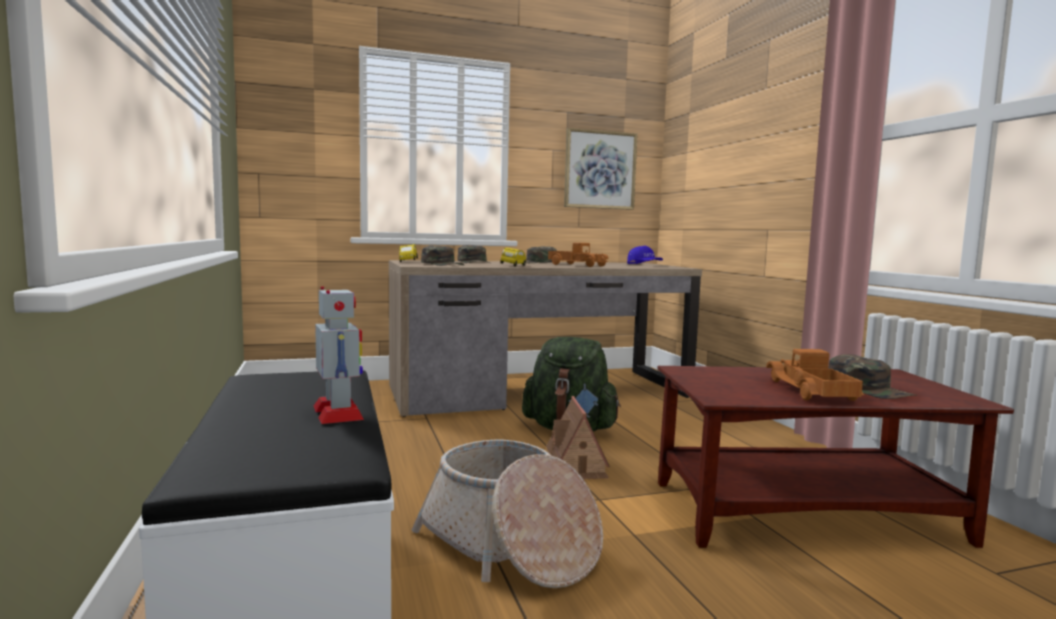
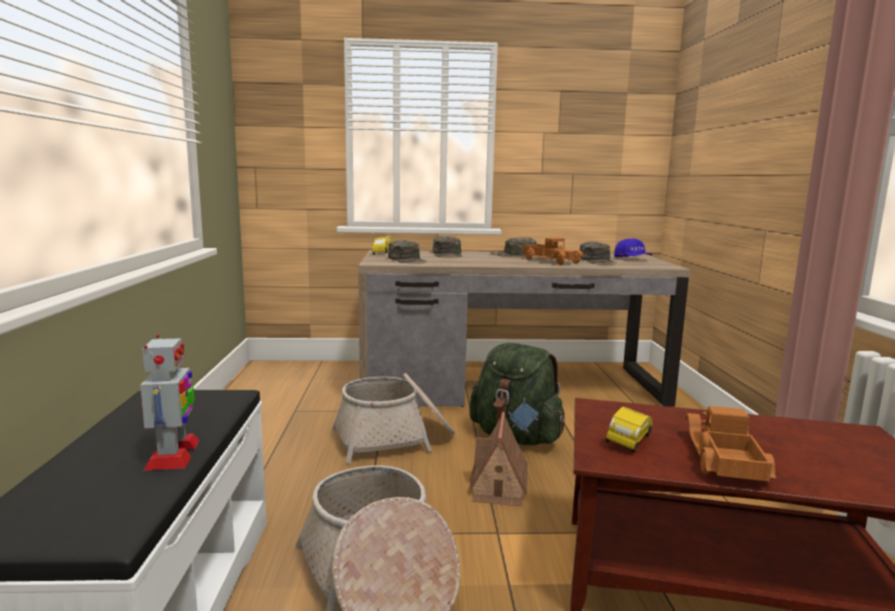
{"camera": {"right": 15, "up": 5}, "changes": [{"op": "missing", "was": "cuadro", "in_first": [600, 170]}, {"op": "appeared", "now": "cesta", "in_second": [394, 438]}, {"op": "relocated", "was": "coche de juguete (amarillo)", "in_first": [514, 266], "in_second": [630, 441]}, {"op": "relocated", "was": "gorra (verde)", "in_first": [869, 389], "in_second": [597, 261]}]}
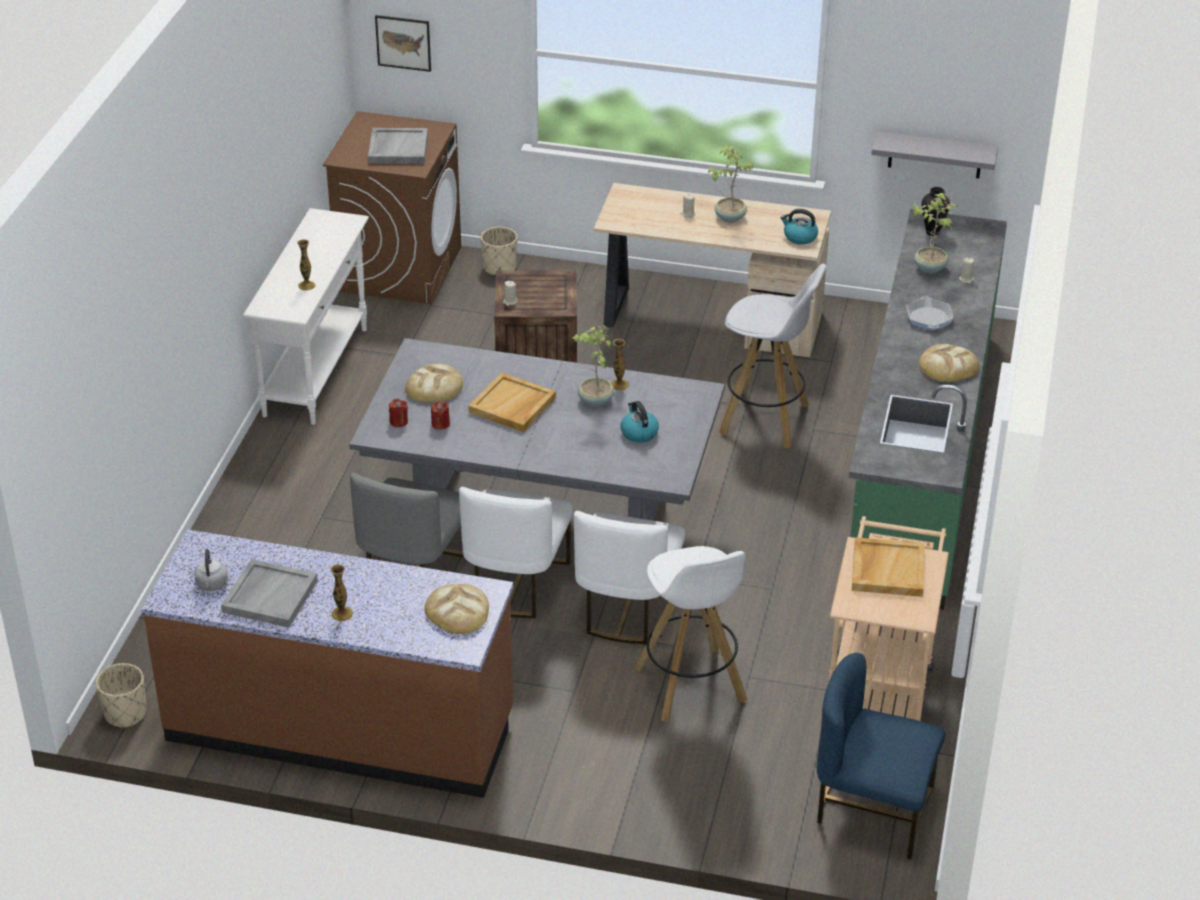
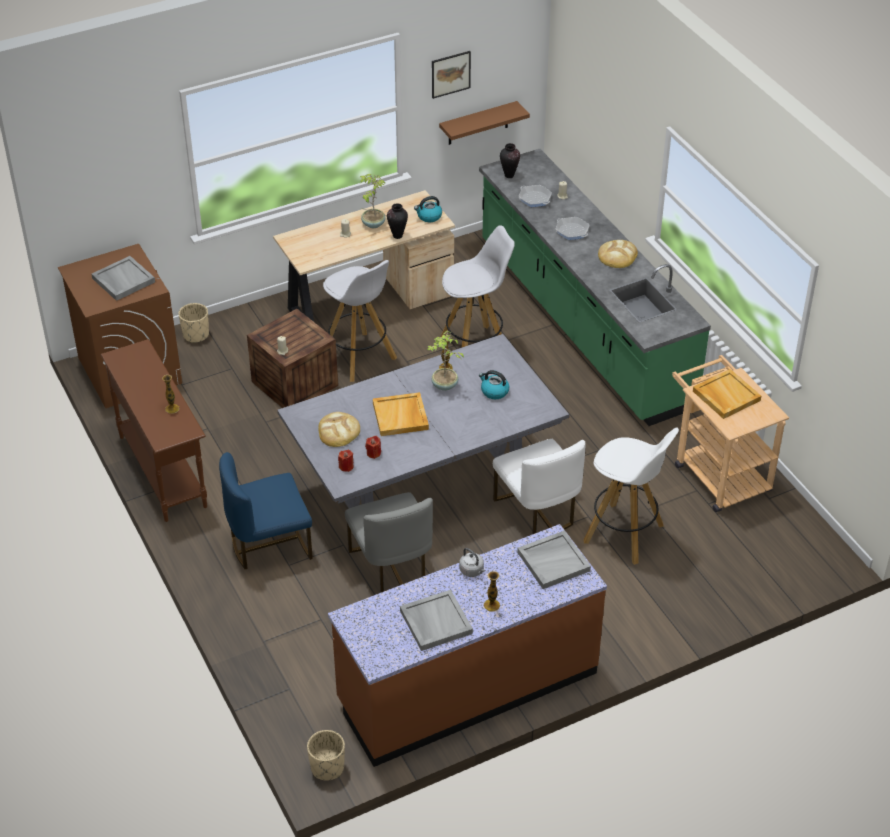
{"camera": {"right": -40, "up": 5}, "changes": [{"op": "missing", "was": "silla (blanco)", "in_first": [516, 584]}, {"op": "appeared", "now": "taburete (blanco)", "in_second": [359, 358]}, {"op": "appeared", "now": "florero", "in_second": [397, 236]}, {"op": "relocated", "was": "hervidor (gris)", "in_first": [212, 585], "in_second": [472, 571]}, {"op": "relocated", "was": "cuadro", "in_first": [403, 42], "in_second": [450, 74]}, {"op": "relocated", "was": "silla (azul)", "in_first": [873, 810], "in_second": [269, 544]}, {"op": "exchanged", "was": "pan", "now": "bandeja (gris)", "in_first": [458, 611], "in_second": [553, 561]}, {"op": "exchanged", "was": "planta en maceta", "now": "sartén", "in_first": [930, 267], "in_second": [535, 198]}, {"op": "colour", "was": "mesa consola (blanco)", "now": "mesa consola (marrón)", "in_first": [316, 371], "in_second": [163, 471]}, {"op": "colour", "was": "estante (gris)", "now": "estante (marrón)", "in_first": [935, 155], "in_second": [478, 123]}]}
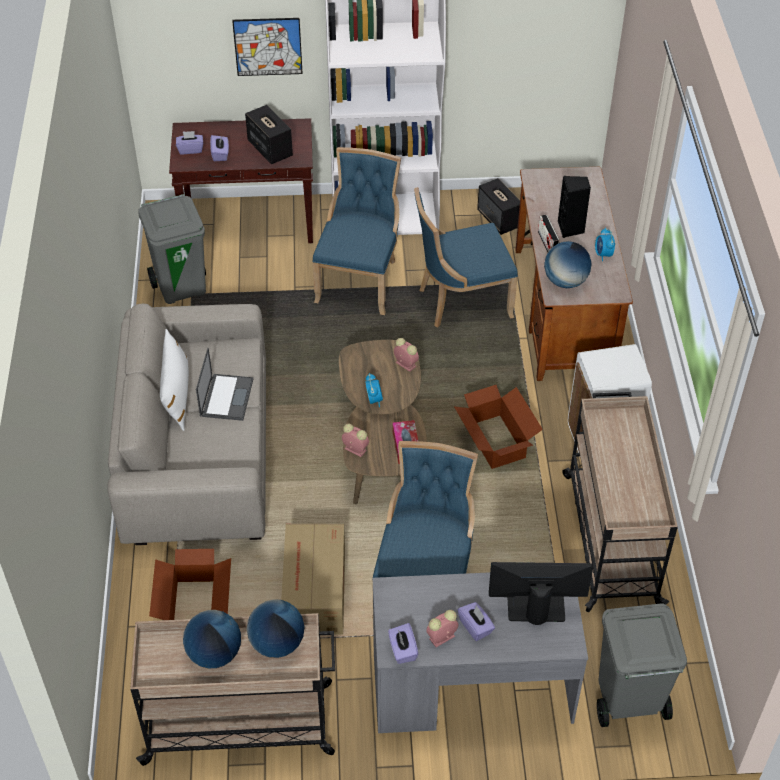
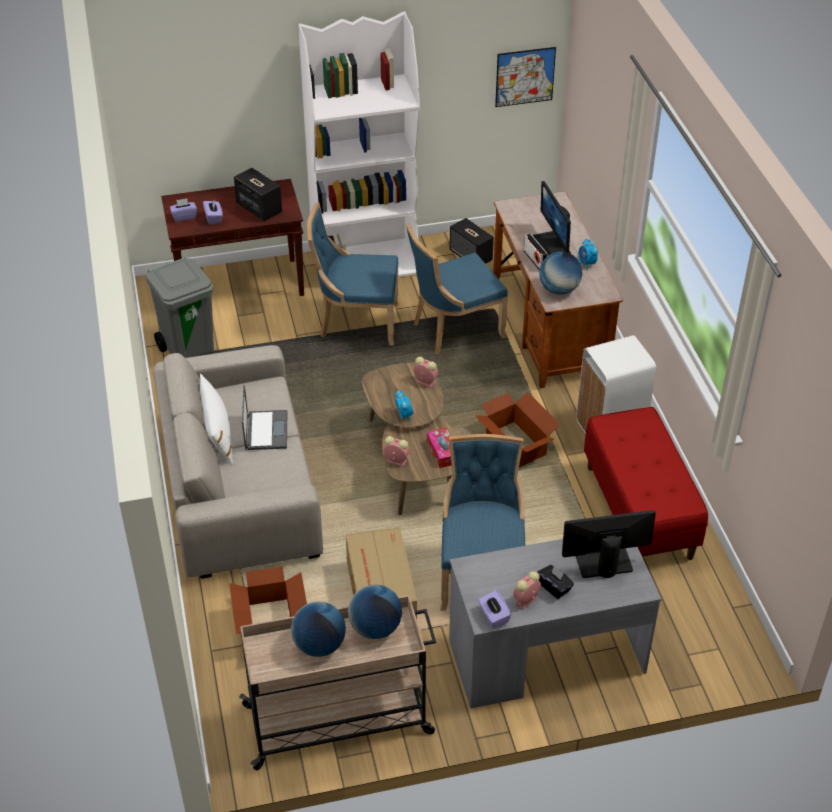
{"camera": {"right": -10, "up": -5}, "changes": [{"op": "missing", "was": "papelera (gris)", "in_first": [627, 701]}, {"op": "relocated", "was": "cuadro", "in_first": [268, 46], "in_second": [525, 76]}, {"op": "exchanged", "was": "altavoz (negro)", "now": "monitor", "in_first": [571, 229], "in_second": [552, 245]}, {"op": "exchanged", "was": "carrito (beis)", "now": "banco (rojo)", "in_first": [610, 537], "in_second": [639, 511]}, {"op": "colour", "was": "caja de pañuelos (morado)", "now": "caja de pañuelos (negro)", "in_first": [475, 627], "in_second": [554, 587]}, {"op": "spun", "was": "silla (azul)", "in_first": [360, 280], "in_second": [356, 322], "clockwise": -90}]}
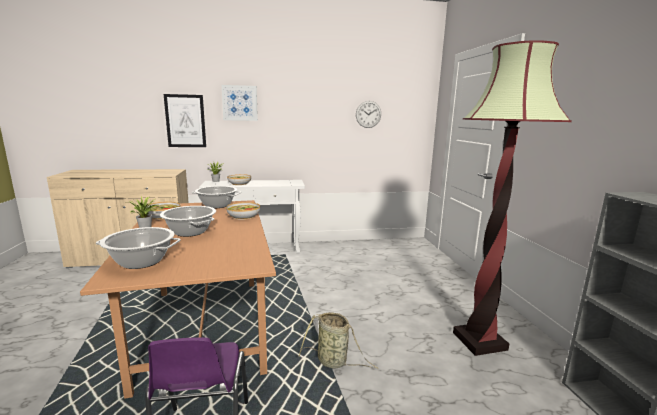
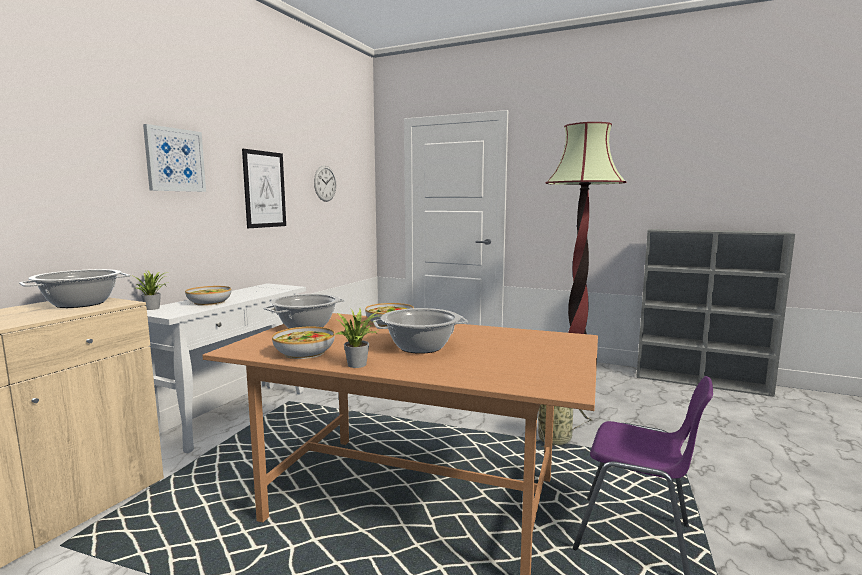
{"camera": {"right": -55, "up": -5}, "changes": [{"op": "relocated", "was": "olla", "in_first": [141, 262], "in_second": [80, 304]}, {"op": "relocated", "was": "cuadro", "in_first": [185, 121], "in_second": [264, 189]}]}
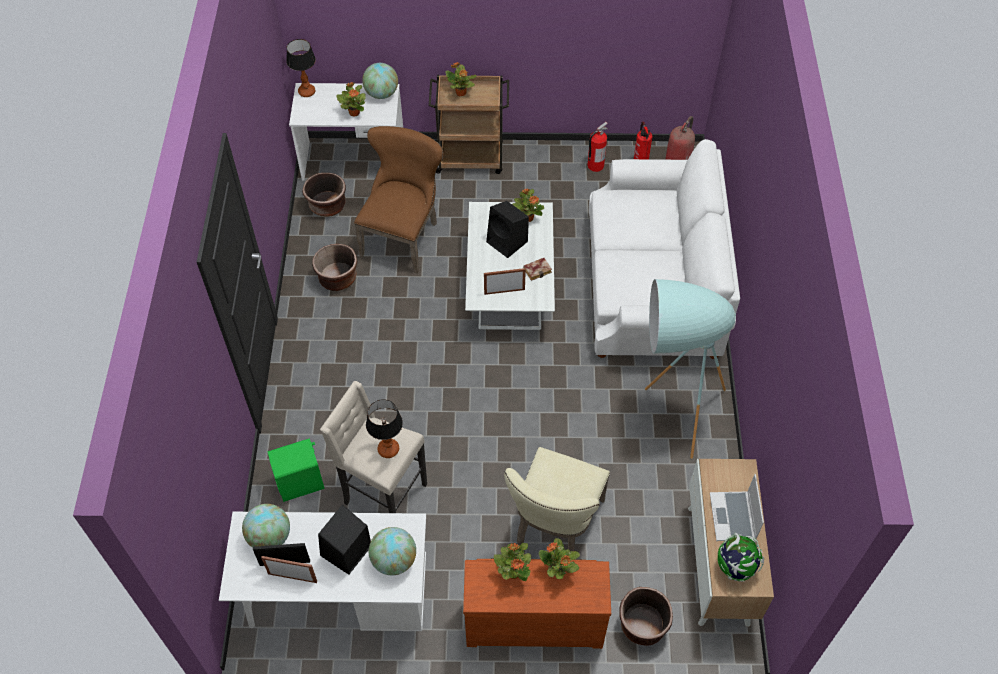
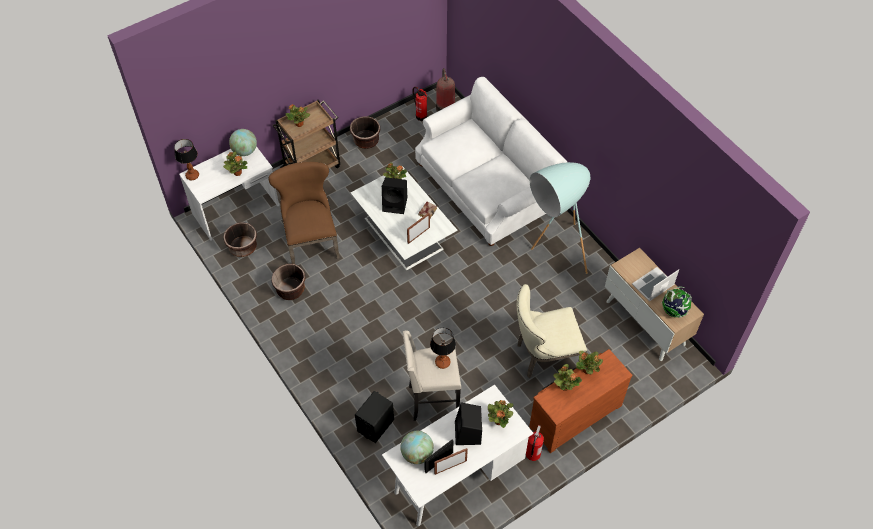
{"camera": {"right": -35, "up": 0}, "changes": [{"op": "relocated", "was": "extintor", "in_first": [595, 165], "in_second": [532, 454]}, {"op": "relocated", "was": "maceta (marrón)", "in_first": [642, 625], "in_second": [366, 140]}, {"op": "exchanged", "was": "globo terráqueo", "now": "planta en maceta", "in_first": [394, 560], "in_second": [499, 420]}, {"op": "colour", "was": "altavoz (verde)", "now": "altavoz (negro)", "in_first": [300, 482], "in_second": [375, 425]}, {"op": "spun", "was": "silla (beis)", "in_first": [555, 525], "in_second": [544, 356], "clockwise": 90}, {"op": "spun", "was": "portátil", "in_first": [733, 518], "in_second": [653, 285], "clockwise": 90}]}
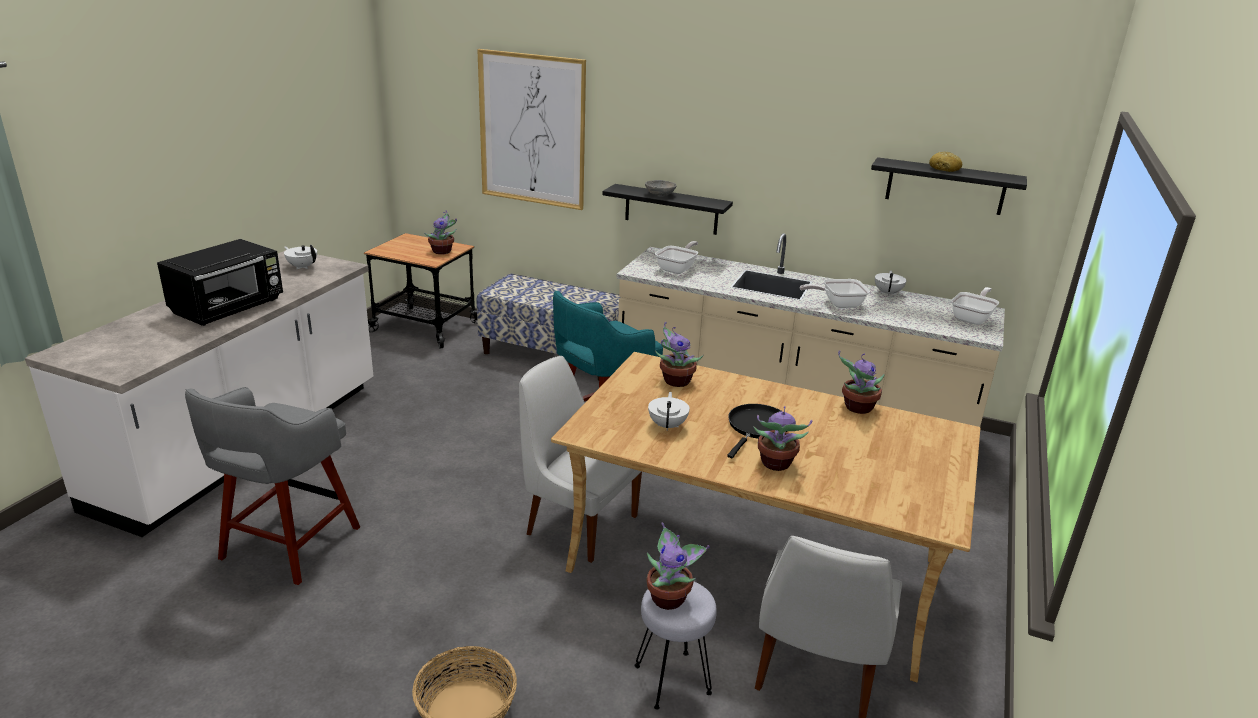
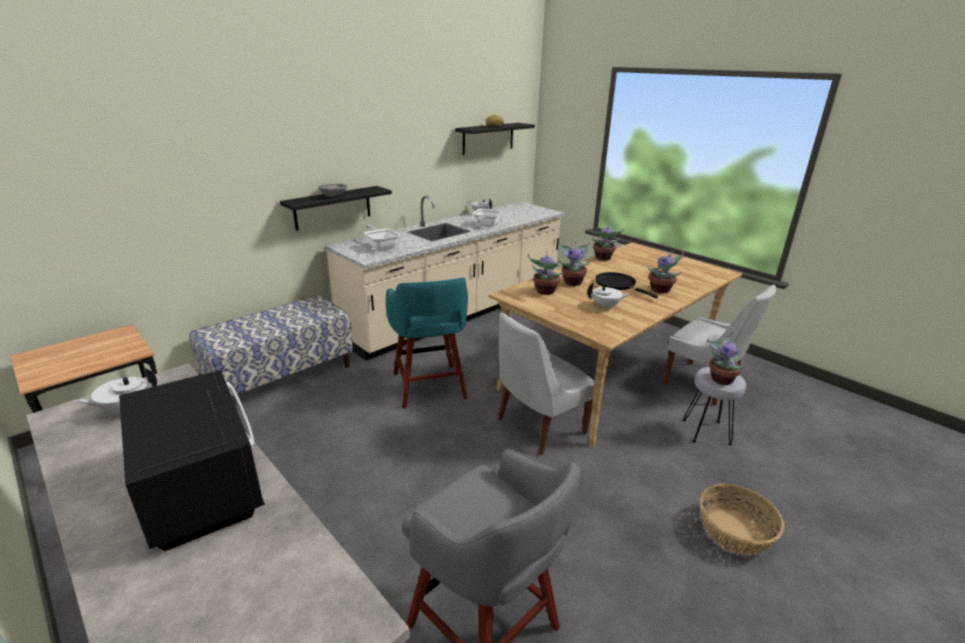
{"camera": {"right": -65, "up": 0}, "changes": [{"op": "missing", "was": "cuadro", "in_first": [532, 130]}, {"op": "missing", "was": "sartén", "in_first": [972, 318]}, {"op": "relocated", "was": "planta en maceta", "in_first": [443, 251], "in_second": [572, 282]}, {"op": "spun", "was": "tetera (blanco)", "in_first": [668, 425], "in_second": [606, 306], "clockwise": 150}]}
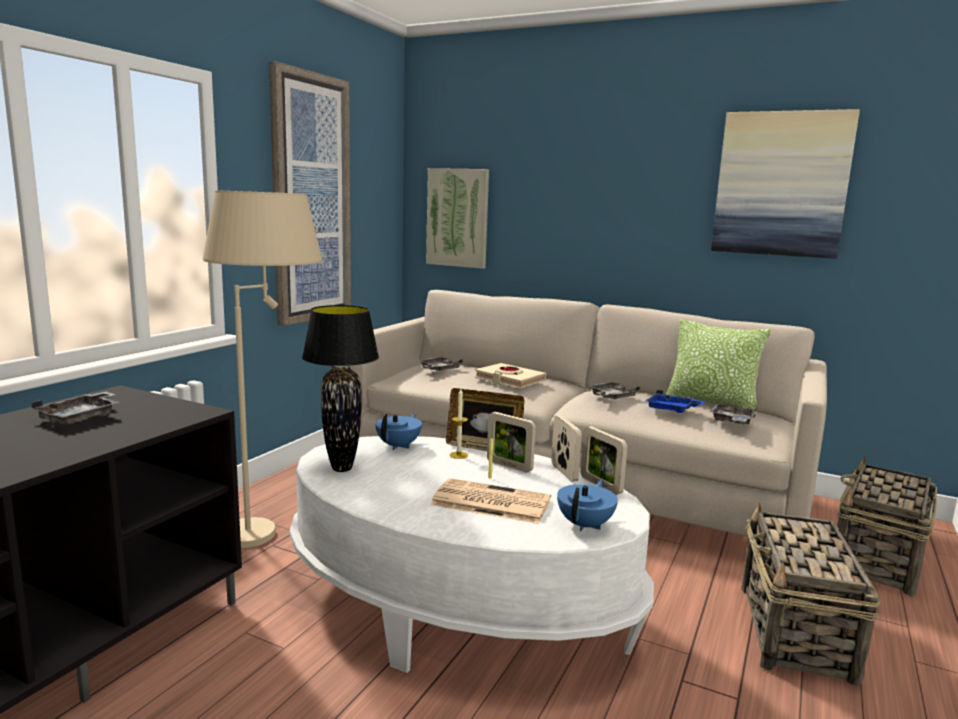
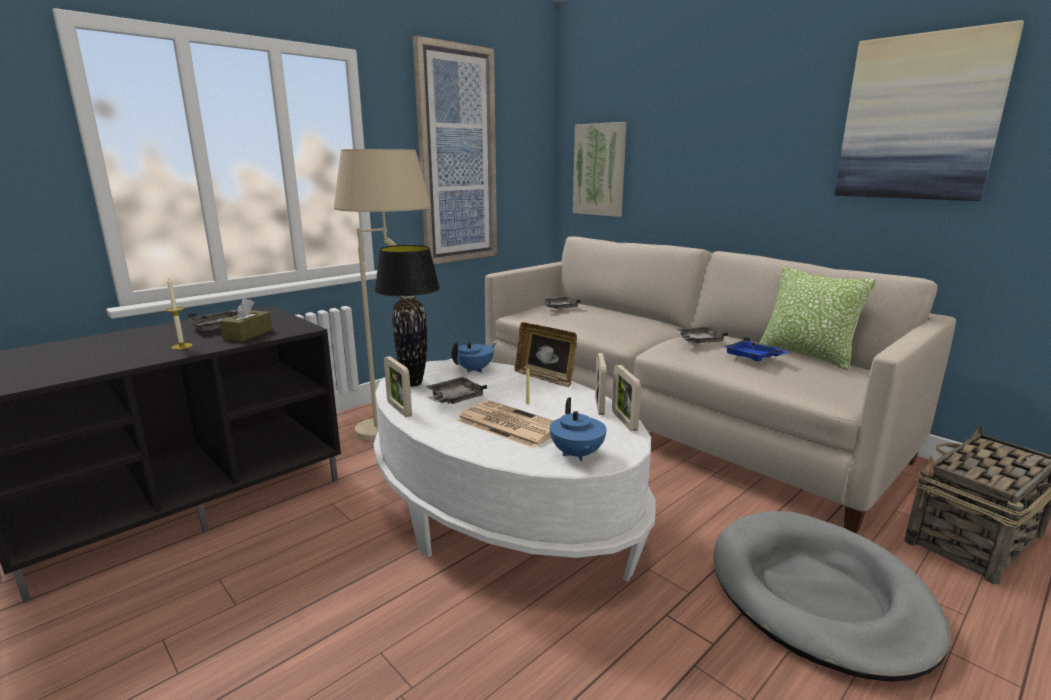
{"camera": {"right": 20, "up": 5}, "changes": [{"op": "missing", "was": "libro (beis)", "in_first": [509, 380]}, {"op": "appeared", "now": "caja de pañuelos (marrón)", "in_second": [248, 334]}, {"op": "relocated", "was": "vela", "in_first": [458, 455], "in_second": [182, 346]}, {"op": "relocated", "was": "portarretratos", "in_first": [509, 466], "in_second": [399, 409]}, {"op": "relocated", "was": "bandeja (gris)", "in_first": [732, 421], "in_second": [454, 398]}, {"op": "exchanged", "was": "cesta", "now": "cama para perro (gris)", "in_first": [795, 633], "in_second": [818, 595]}, {"op": "spun", "was": "tetera (azul)", "in_first": [586, 525], "in_second": [576, 455], "clockwise": 120}]}
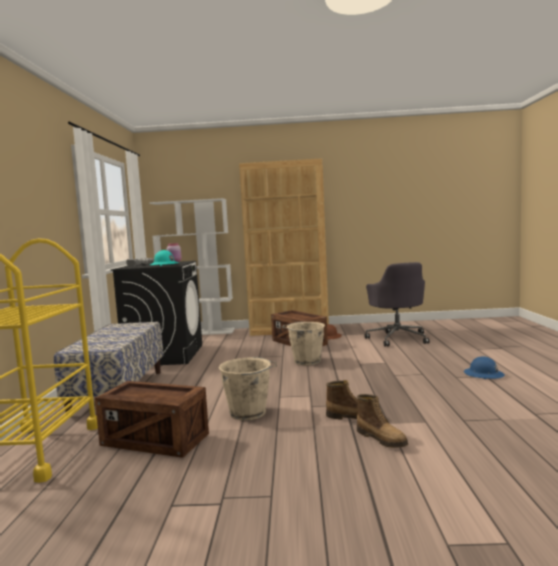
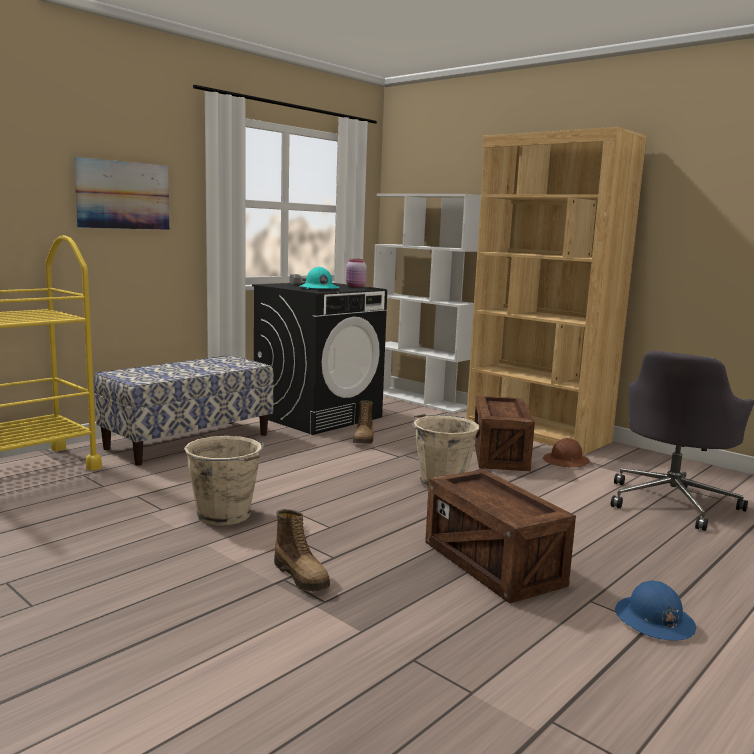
{"camera": {"right": 40, "up": 5}, "changes": [{"op": "appeared", "now": "cuadro", "in_second": [123, 195]}, {"op": "relocated", "was": "caja de embalaje", "in_first": [155, 440], "in_second": [493, 564]}, {"op": "relocated", "was": "bota", "in_first": [382, 439], "in_second": [364, 440]}]}
